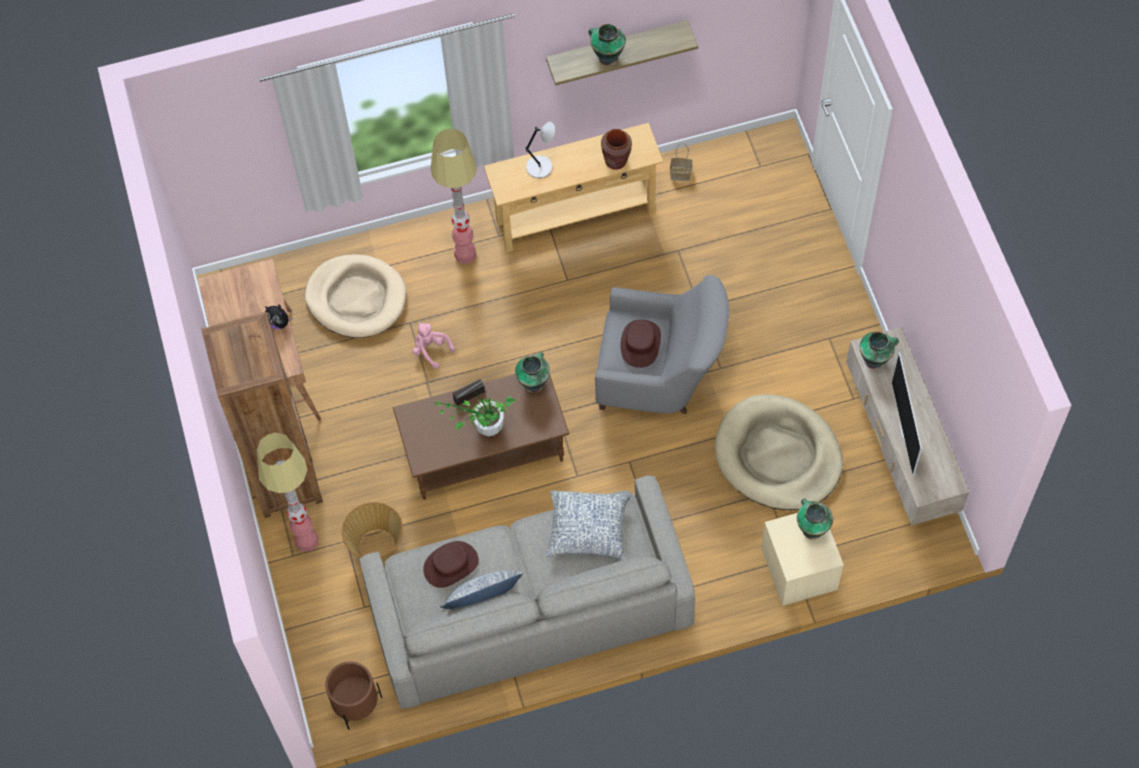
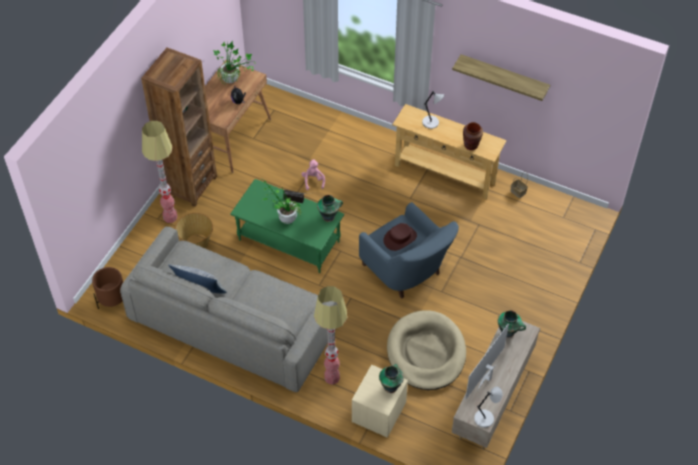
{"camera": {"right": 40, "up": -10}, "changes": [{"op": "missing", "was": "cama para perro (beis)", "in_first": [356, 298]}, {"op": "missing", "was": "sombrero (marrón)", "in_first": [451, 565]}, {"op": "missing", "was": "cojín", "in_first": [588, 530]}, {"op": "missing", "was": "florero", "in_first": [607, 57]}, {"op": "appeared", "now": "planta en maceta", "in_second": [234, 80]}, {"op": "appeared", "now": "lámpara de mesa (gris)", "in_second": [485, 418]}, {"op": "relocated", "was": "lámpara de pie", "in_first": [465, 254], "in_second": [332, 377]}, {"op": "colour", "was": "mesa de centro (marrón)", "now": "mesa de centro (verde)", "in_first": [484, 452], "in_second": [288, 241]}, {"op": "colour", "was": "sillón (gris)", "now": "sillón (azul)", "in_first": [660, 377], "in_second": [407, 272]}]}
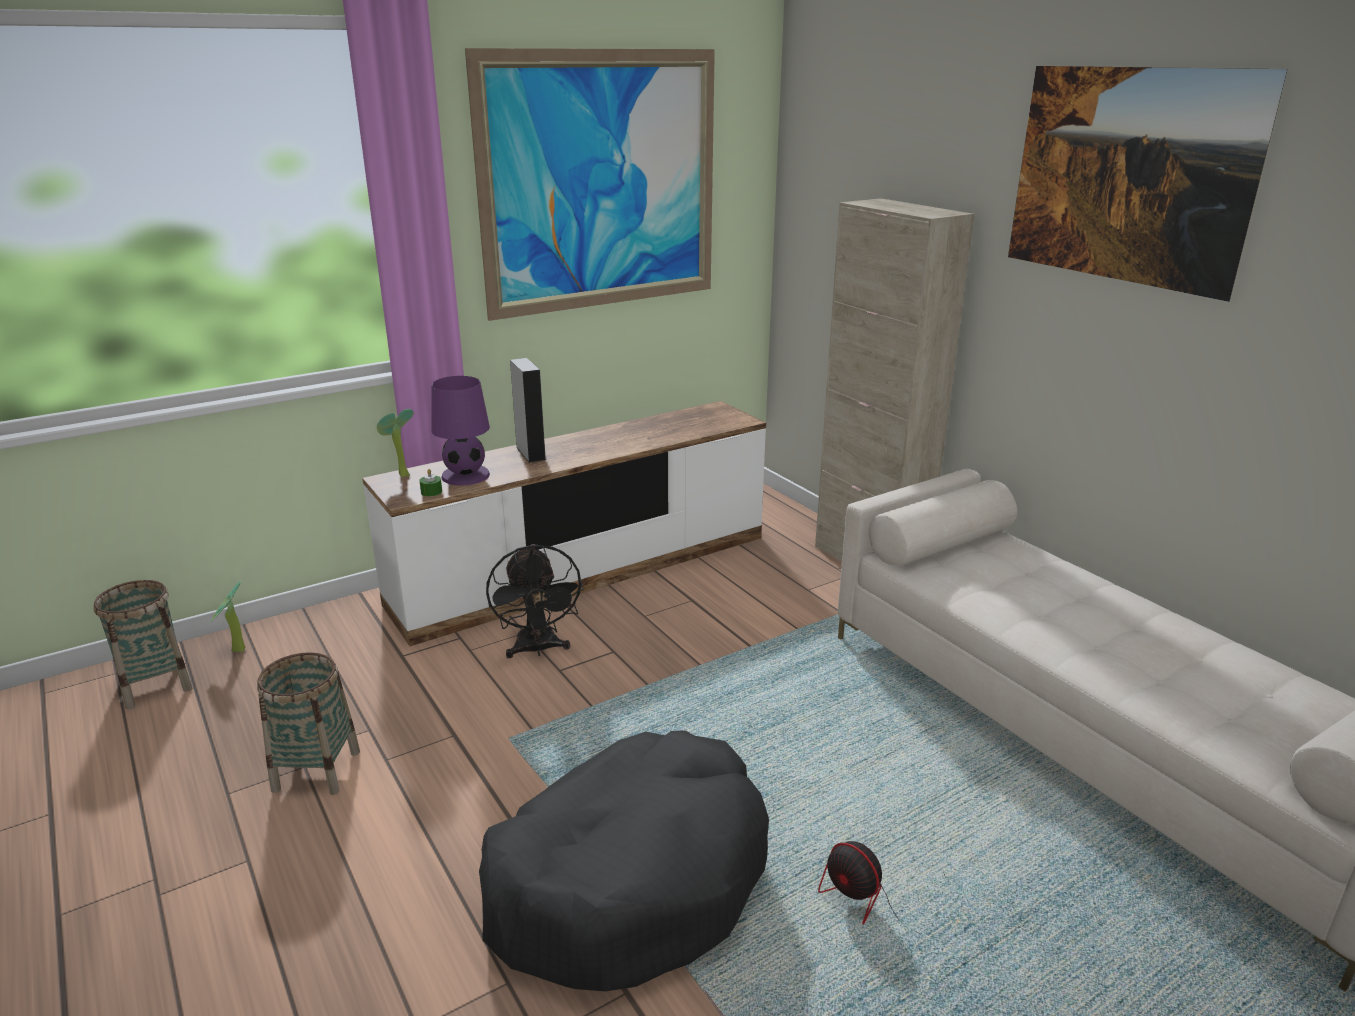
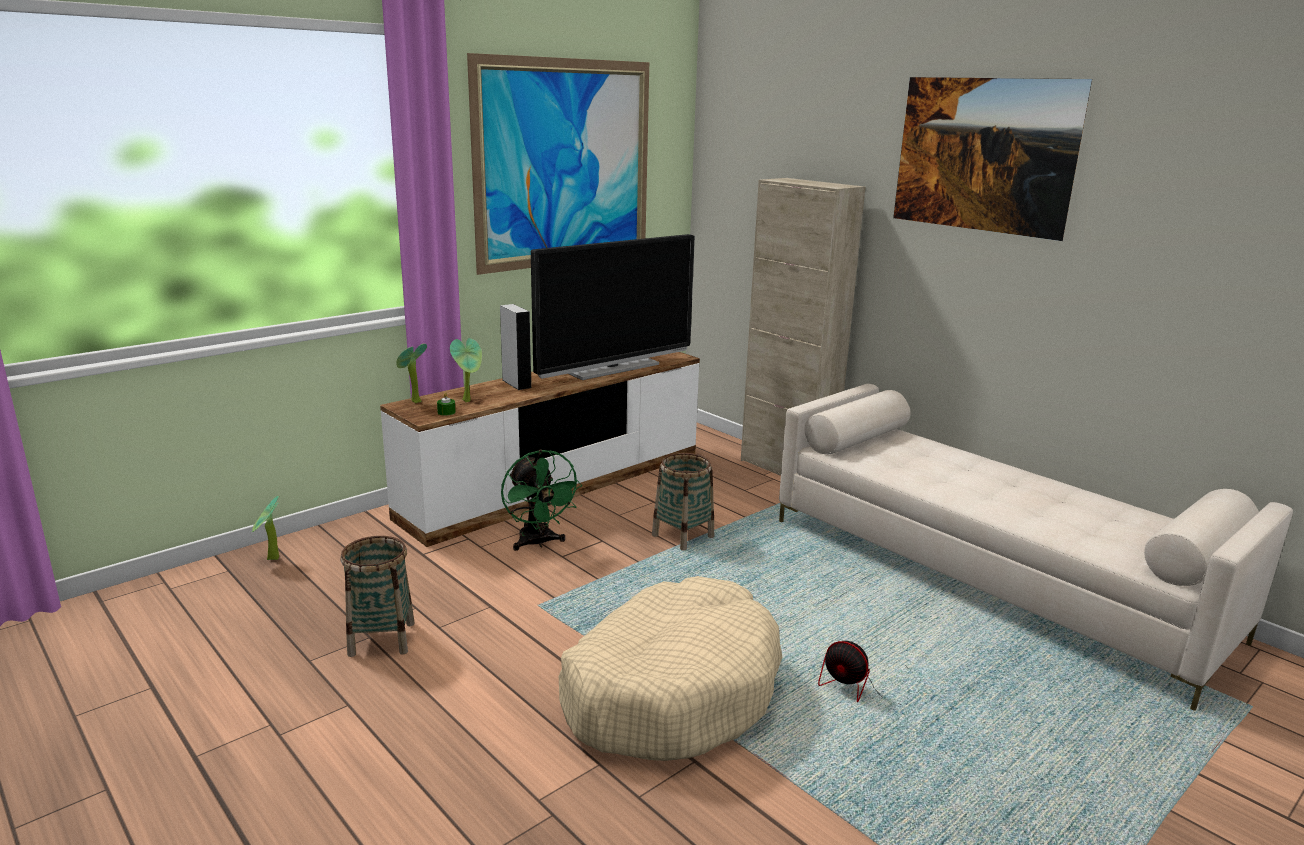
{"camera": {"right": -10, "up": -5}, "changes": [{"op": "appeared", "now": "televisor", "in_second": [613, 368]}, {"op": "relocated", "was": "cesta", "in_first": [155, 685], "in_second": [683, 536]}, {"op": "exchanged", "was": "lámpara de mesa (morado)", "now": "planta en maceta", "in_first": [465, 476], "in_second": [469, 400]}, {"op": "colour", "was": "cama para perro (negro)", "now": "cama para perro (beis)", "in_first": [629, 880], "in_second": [671, 690]}, {"op": "colour", "was": "ventilador (negro)", "now": "ventilador (verde)", "in_first": [537, 649], "in_second": [538, 543]}]}
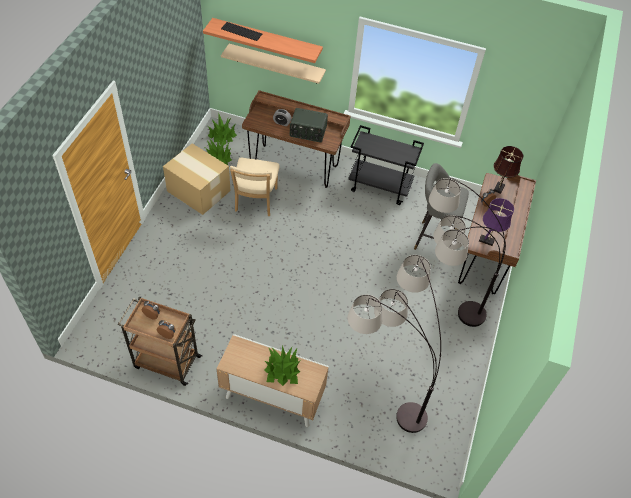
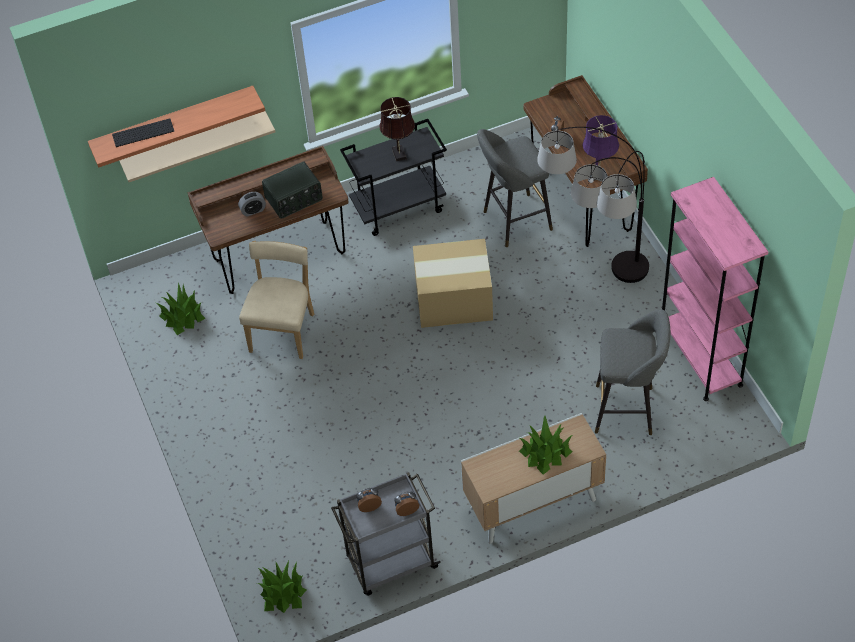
{"camera": {"right": -35, "up": 0}, "changes": [{"op": "appeared", "now": "estantería (rosa)", "in_second": [700, 357]}, {"op": "relocated", "was": "caja de cartón", "in_first": [198, 190], "in_second": [452, 299]}, {"op": "relocated", "was": "planta en maceta", "in_first": [222, 135], "in_second": [283, 593]}, {"op": "relocated", "was": "lámpara de mesa (marrón)", "in_first": [498, 189], "in_second": [399, 155]}, {"op": "exchanged", "was": "lámpara de pie", "now": "taburete (gris)", "in_first": [383, 392], "in_second": [628, 410]}, {"op": "colour", "was": "carrito (marrón)", "now": "carrito (gris)", "in_first": [166, 361], "in_second": [390, 563]}, {"op": "spun", "was": "silla (beis)", "in_first": [255, 201], "in_second": [283, 330], "clockwise": -135}]}
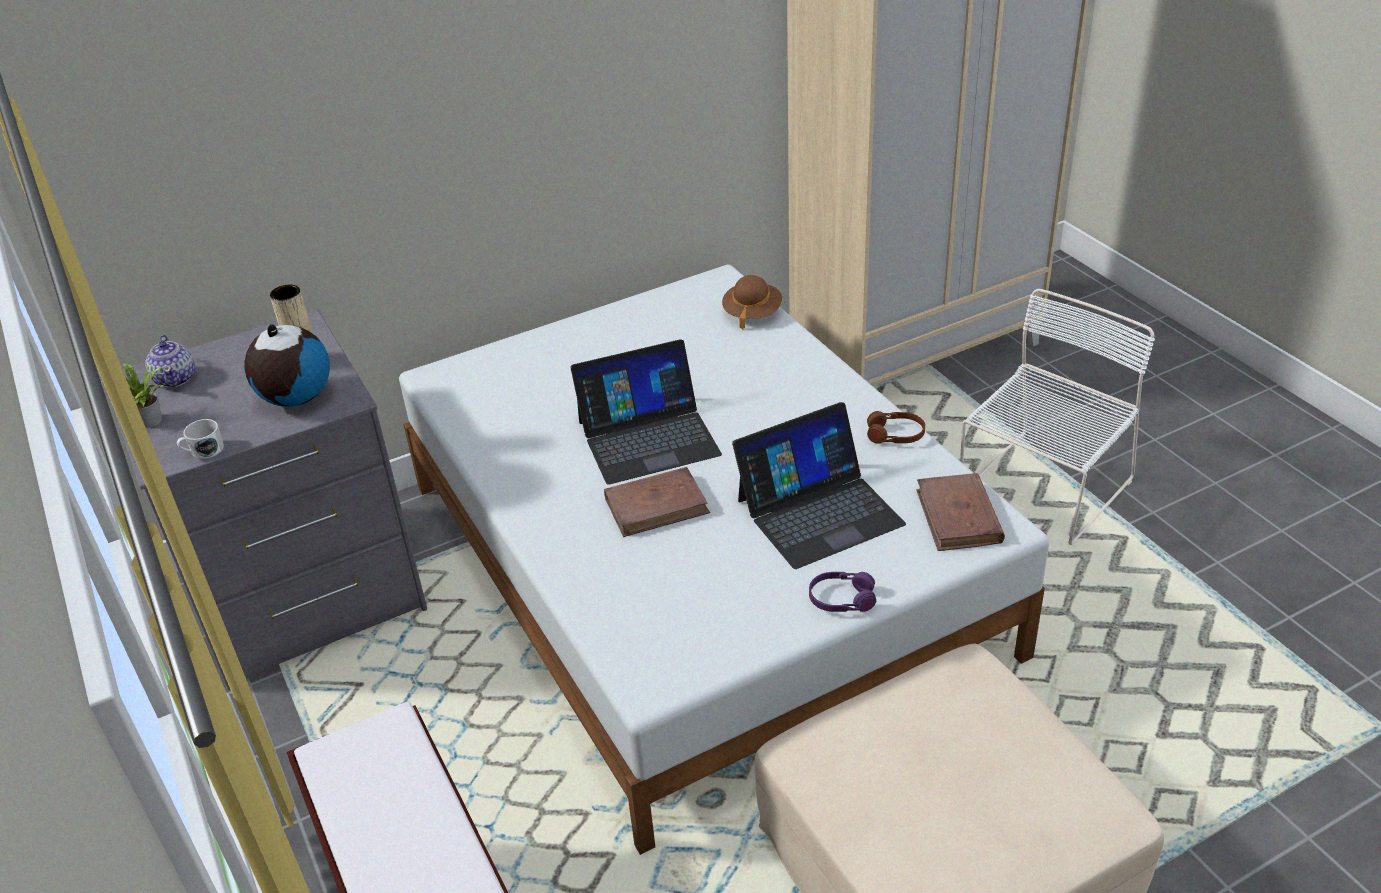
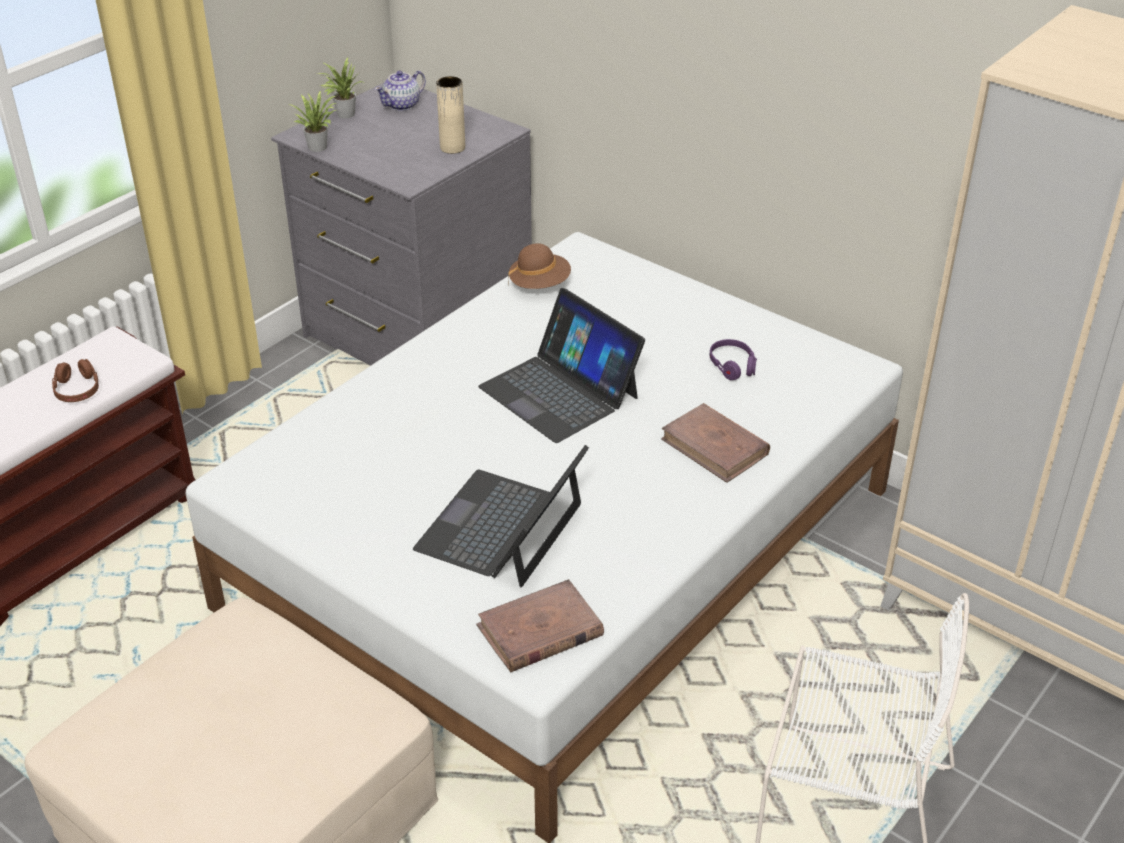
{"camera": {"right": 65, "up": 0}, "changes": [{"op": "missing", "was": "globo terráqueo", "in_first": [296, 398]}, {"op": "relocated", "was": "libro (marrón)", "in_first": [656, 506], "in_second": [715, 447]}, {"op": "relocated", "was": "sombrero (marrón)", "in_first": [752, 313], "in_second": [540, 284]}, {"op": "relocated", "was": "auriculares (morado)", "in_first": [841, 599], "in_second": [732, 366]}, {"op": "relocated", "was": "auriculares (marrón)", "in_first": [895, 435], "in_second": [77, 390]}, {"op": "exchanged", "was": "taza grande (blanco)", "now": "planta en maceta", "in_first": [203, 451], "in_second": [319, 146]}, {"op": "spun", "was": "portátil", "in_first": [819, 511], "in_second": [501, 528], "clockwise": 75}]}
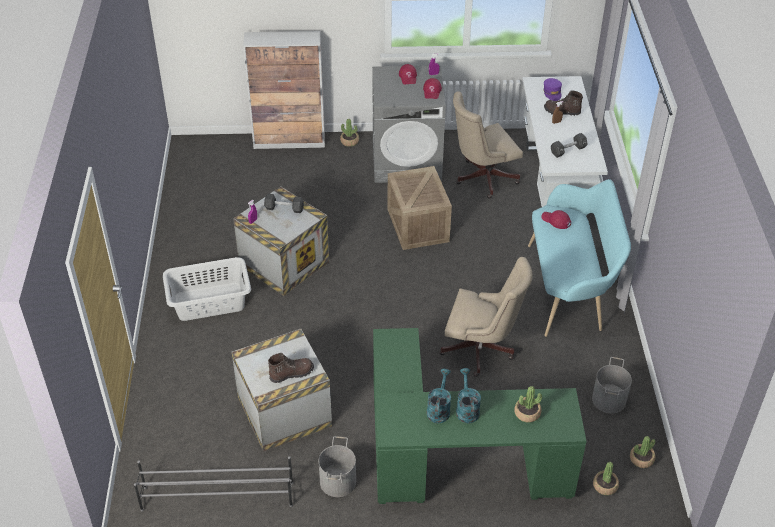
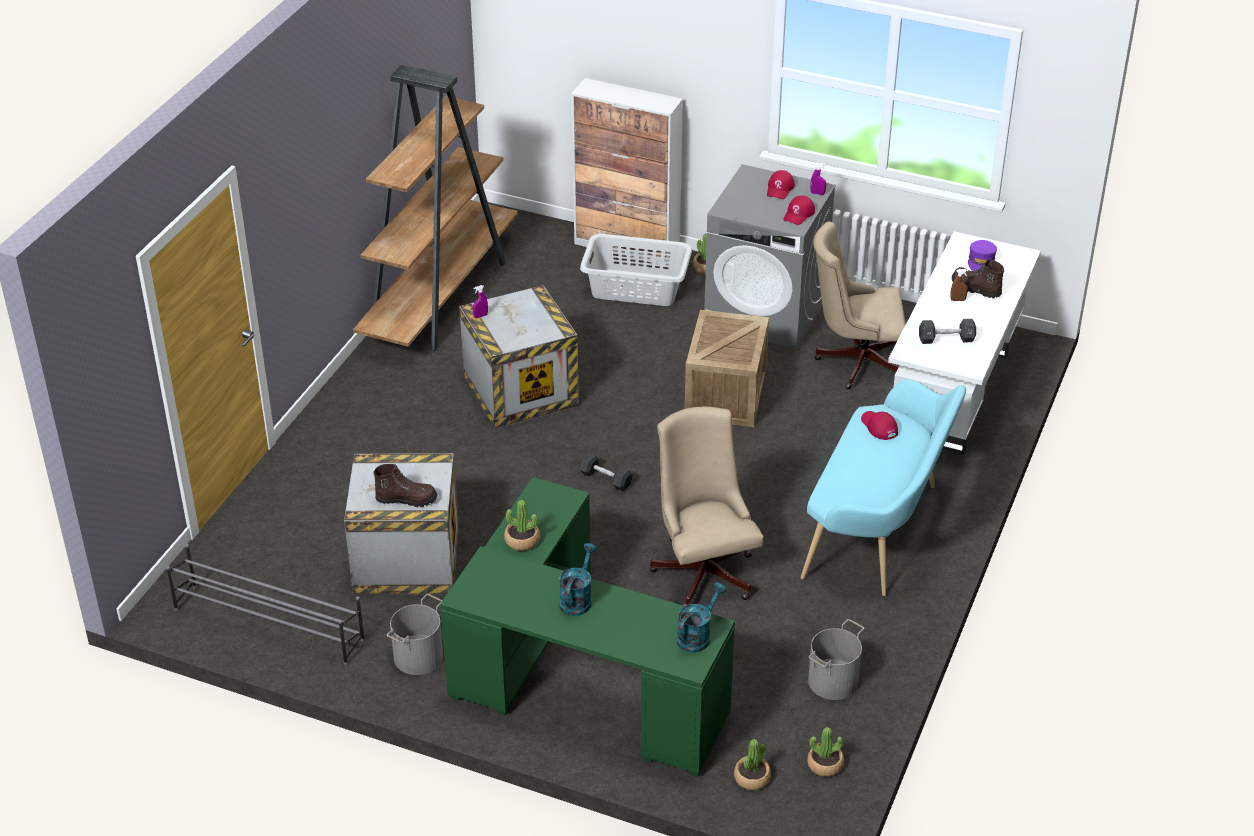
{"camera": {"right": 25, "up": -5}, "changes": [{"op": "appeared", "now": "estantería (marrón)", "in_second": [440, 296]}, {"op": "relocated", "was": "cesto de la ropa (gris)", "in_first": [209, 301], "in_second": [635, 287]}, {"op": "relocated", "was": "mancuerna (negro)", "in_first": [284, 208], "in_second": [605, 479]}, {"op": "relocated", "was": "regadera (turquesa)", "in_first": [439, 409], "in_second": [697, 636]}, {"op": "relocated", "was": "planta en maceta", "in_first": [527, 413], "in_second": [522, 541]}, {"op": "spun", "was": "silla de oficina (beis)", "in_first": [481, 350], "in_second": [703, 569], "clockwise": -150}]}
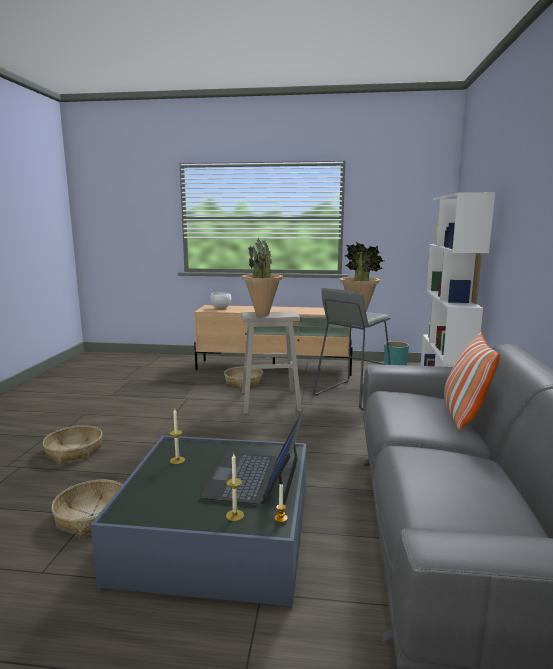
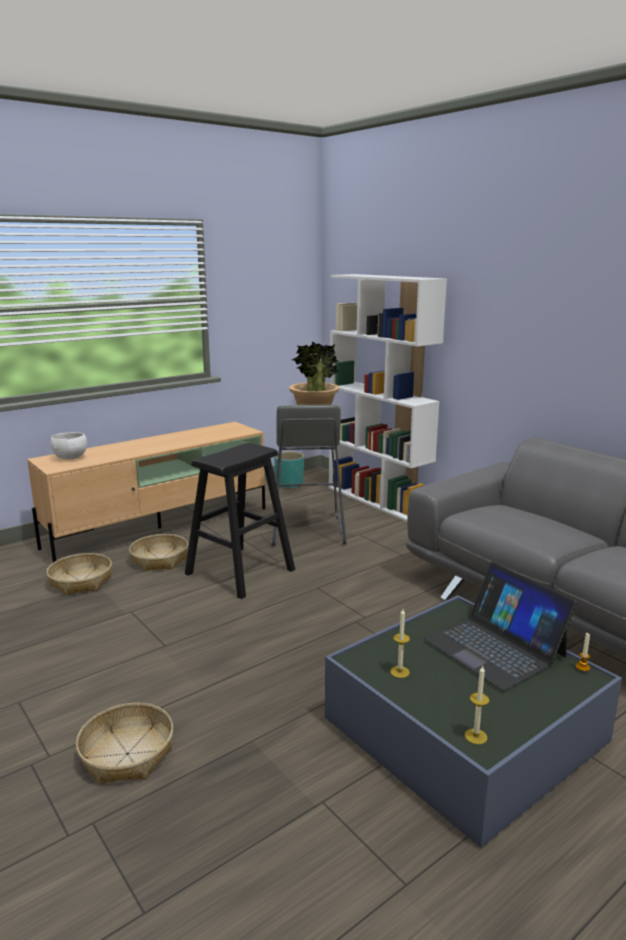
{"camera": {"right": -45, "up": 5}, "changes": [{"op": "missing", "was": "planta en maceta", "in_first": [262, 314]}, {"op": "missing", "was": "cojín", "in_first": [463, 415]}, {"op": "relocated", "was": "cesta", "in_first": [92, 515], "in_second": [81, 581]}, {"op": "relocated", "was": "vela", "in_first": [235, 515], "in_second": [476, 736]}, {"op": "colour", "was": "taburete (beis)", "now": "taburete (negro)", "in_first": [270, 401], "in_second": [240, 572]}]}
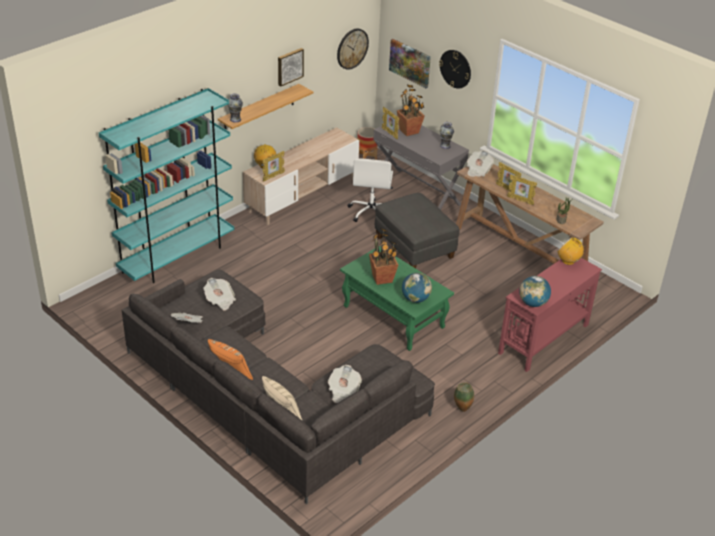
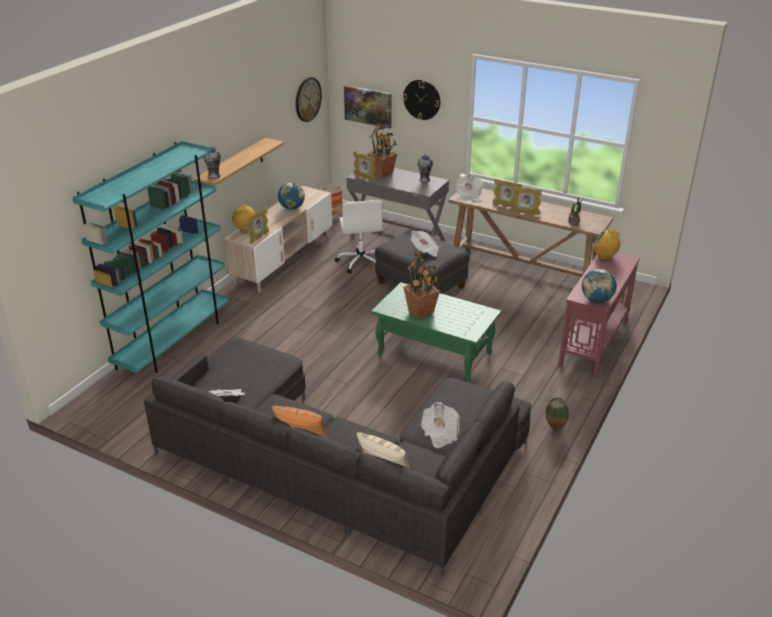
{"camera": {"right": -15, "up": -5}, "changes": [{"op": "missing", "was": "cuadro", "in_first": [289, 66]}, {"op": "relocated", "was": "periódico", "in_first": [220, 300], "in_second": [425, 250]}, {"op": "relocated", "was": "globo terráqueo", "in_first": [415, 299], "in_second": [292, 208]}]}
